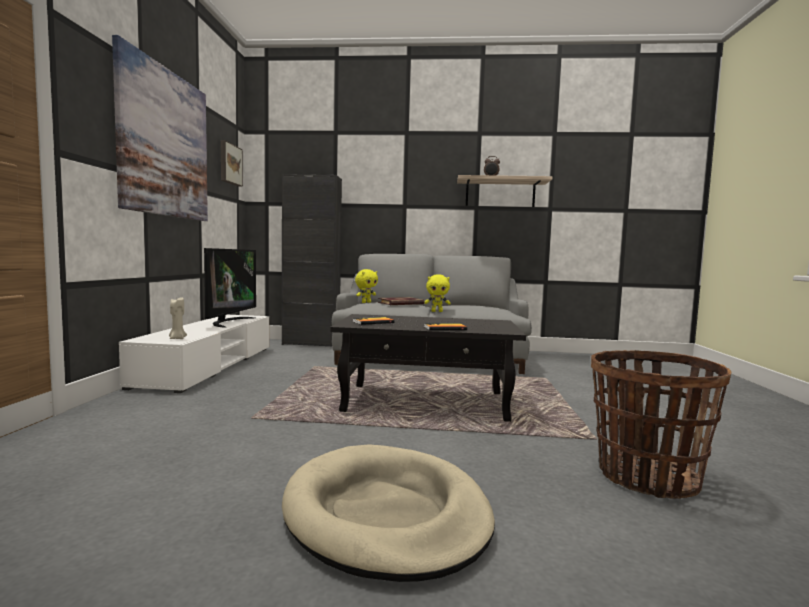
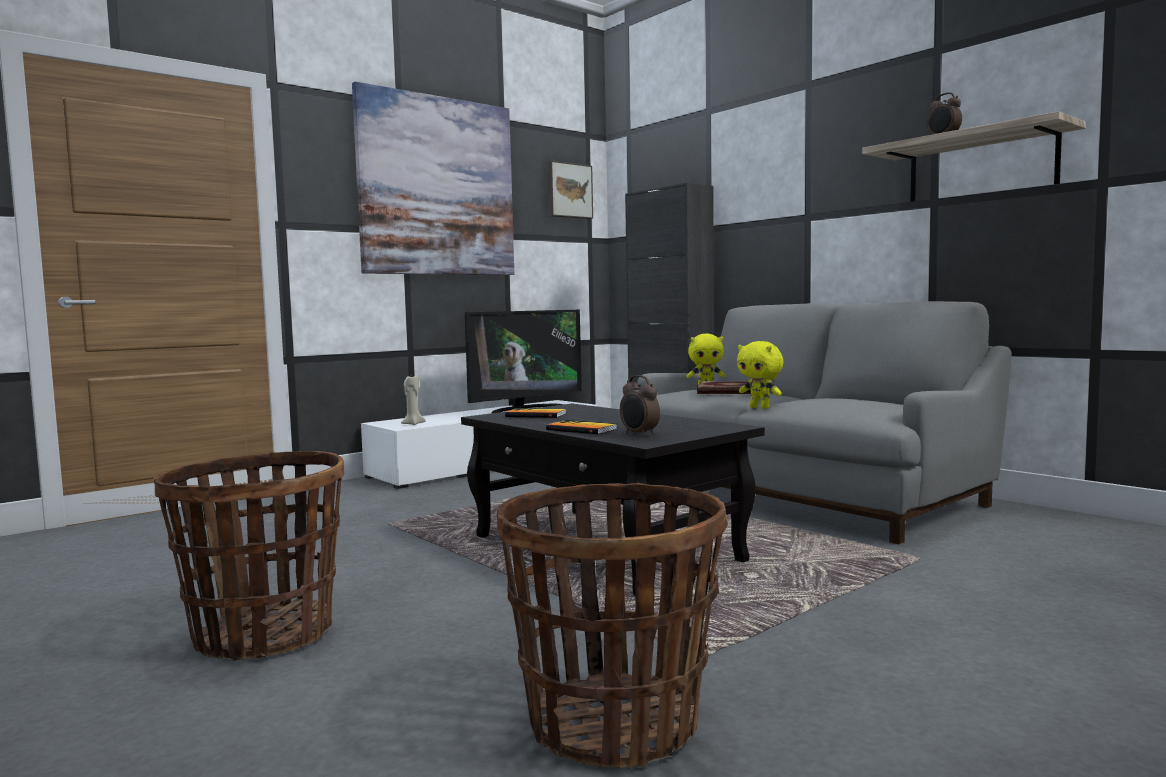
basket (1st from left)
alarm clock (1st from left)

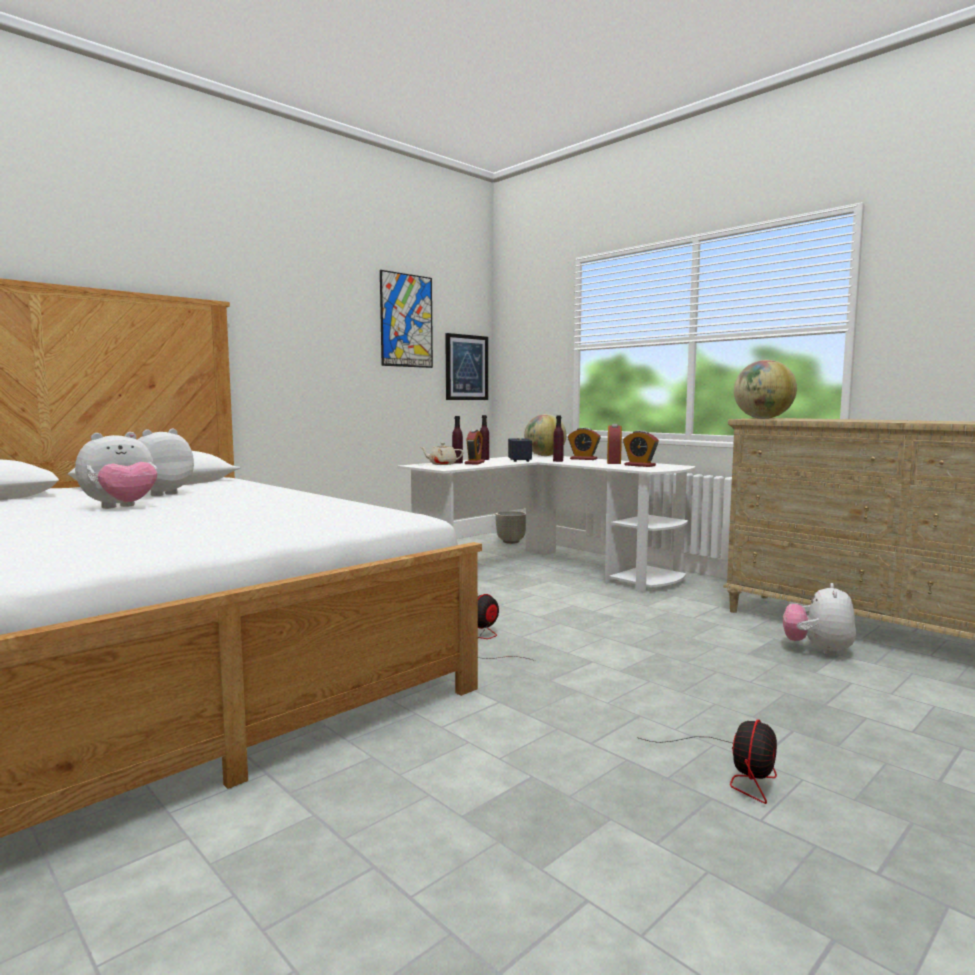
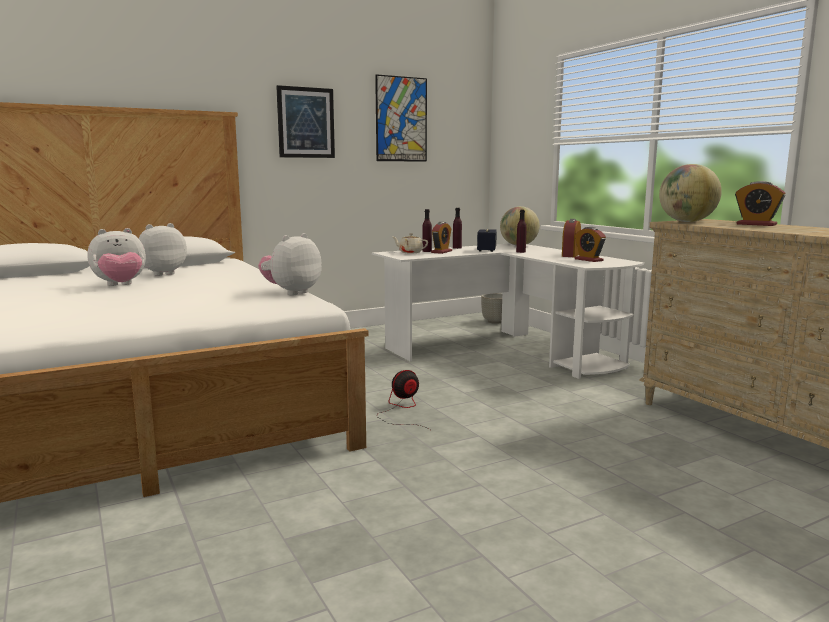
wall picture (1st from left)
alarm clock (4th from left)
soft toy (3rd from left)
fan (2nd from left in the first image)

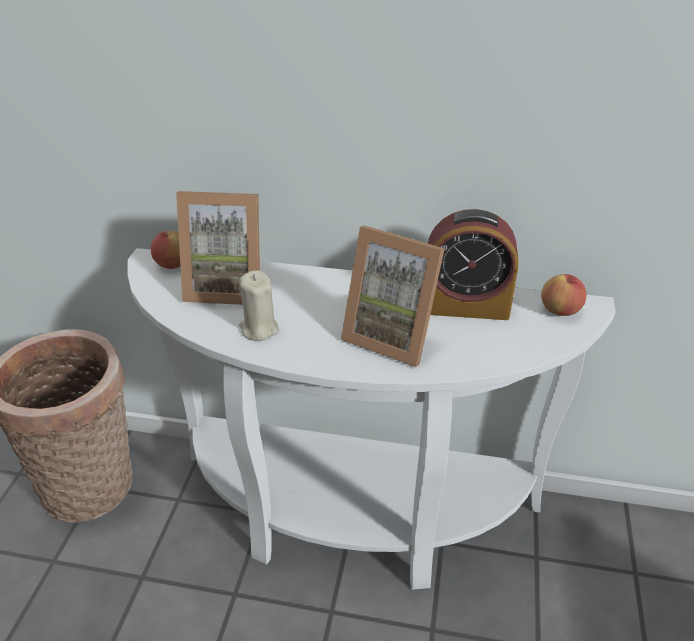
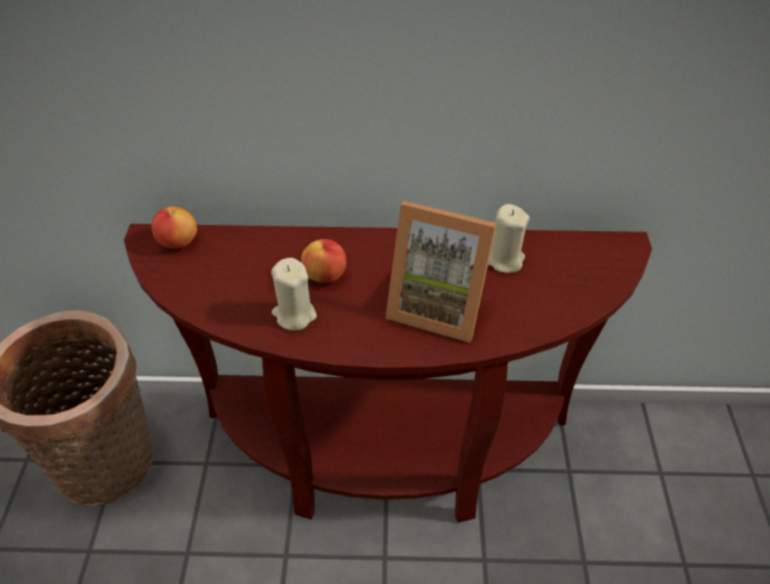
picture frame (1st from left in the first image)
wax candle/beige (2nd from left)
hall table/brown
apple (2nd from left)

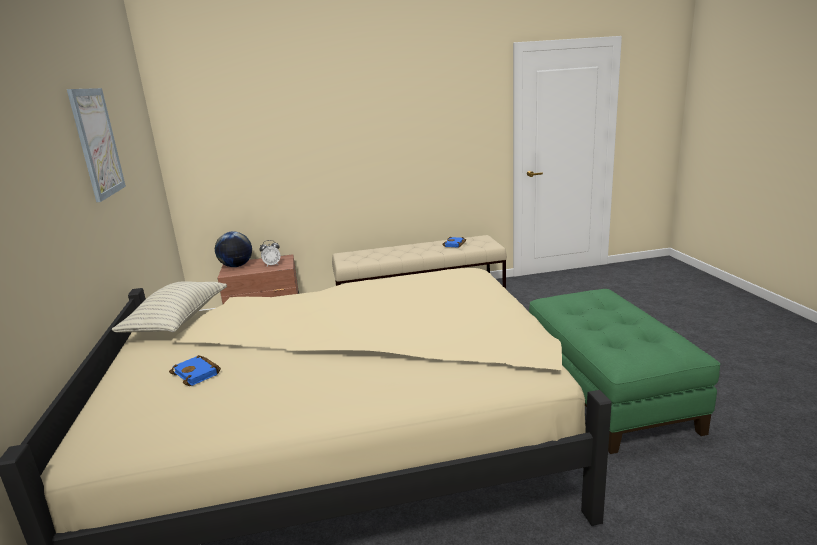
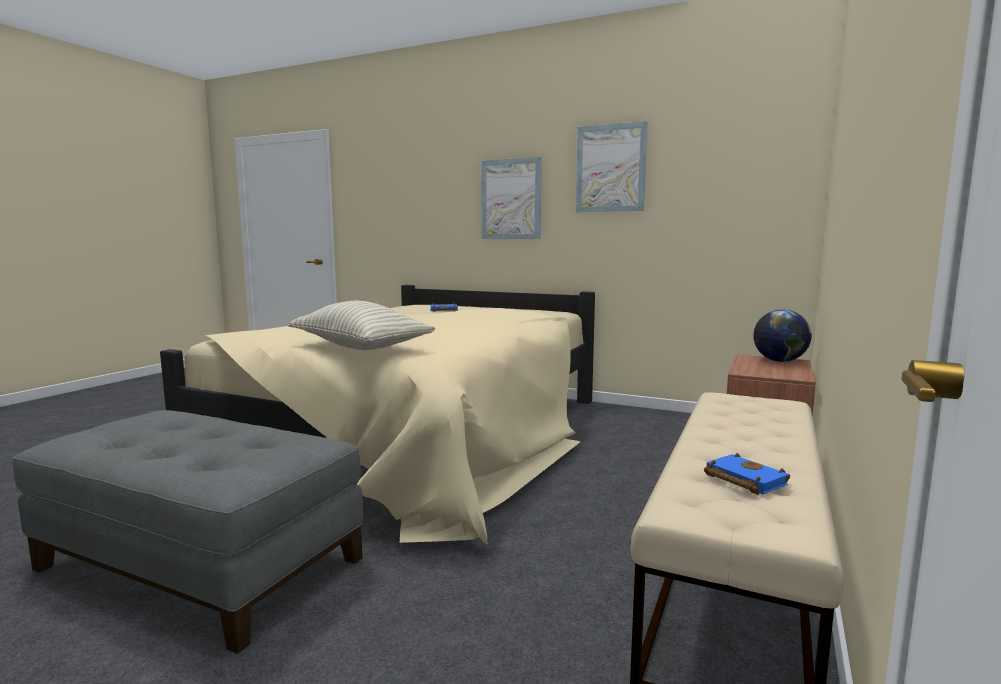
alarm clock
cushion
ottoman/grey
wall picture (1st from left)

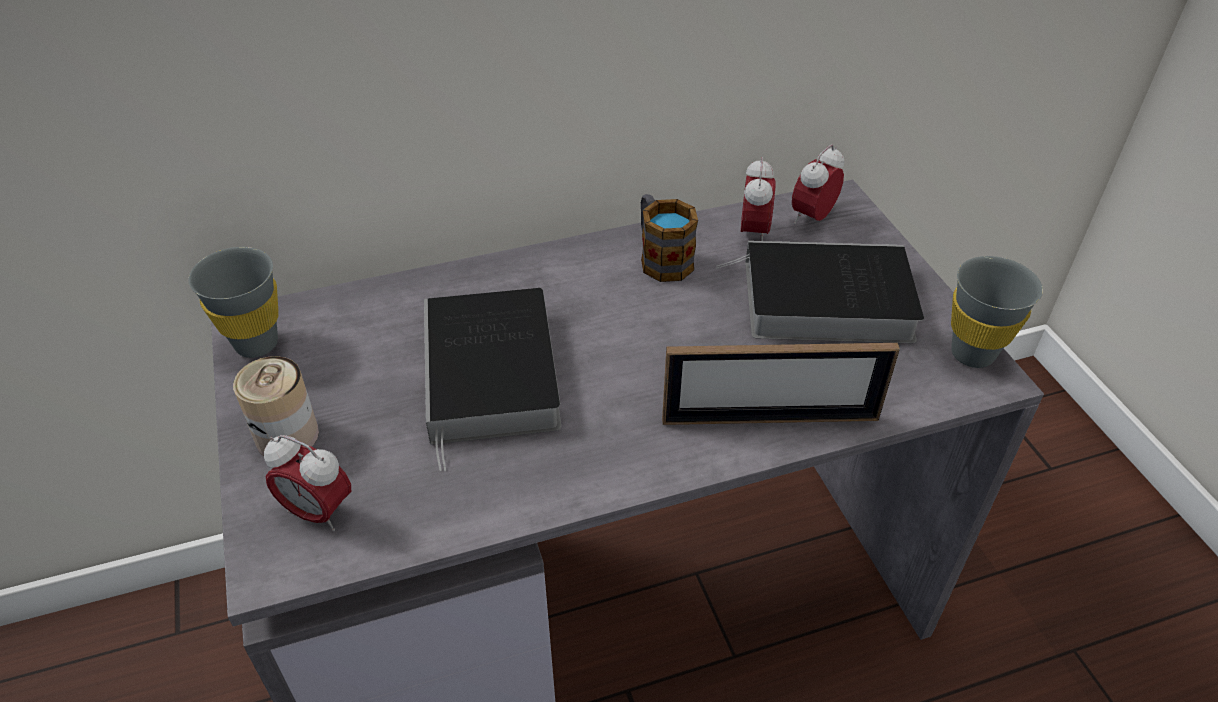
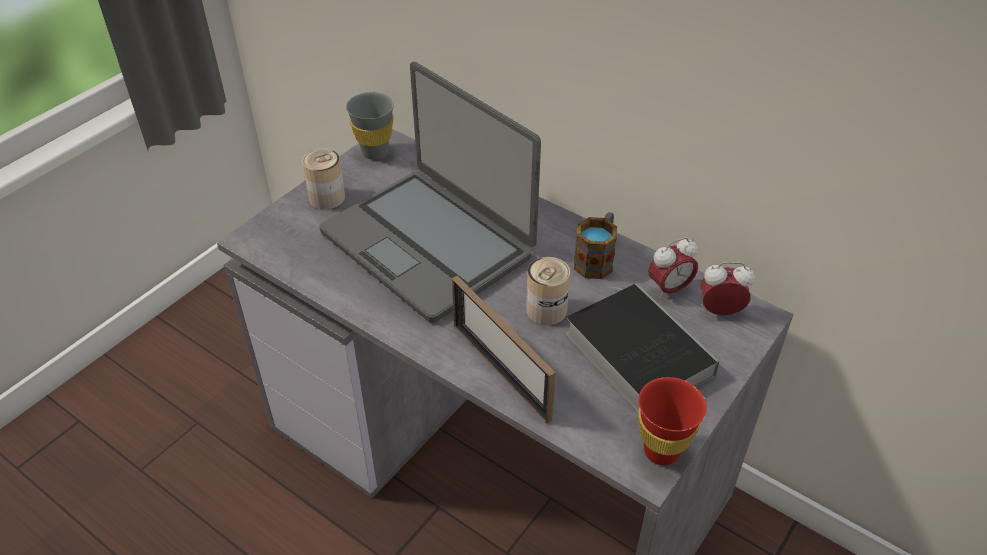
cup/reddish
portable computer
alarm clock (1st from left in the first image)
can (2nd from left)

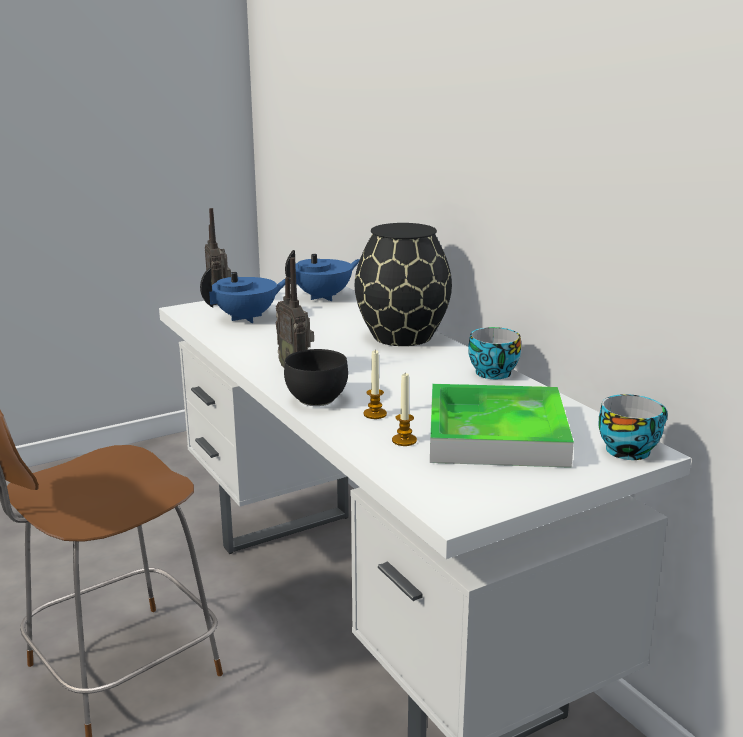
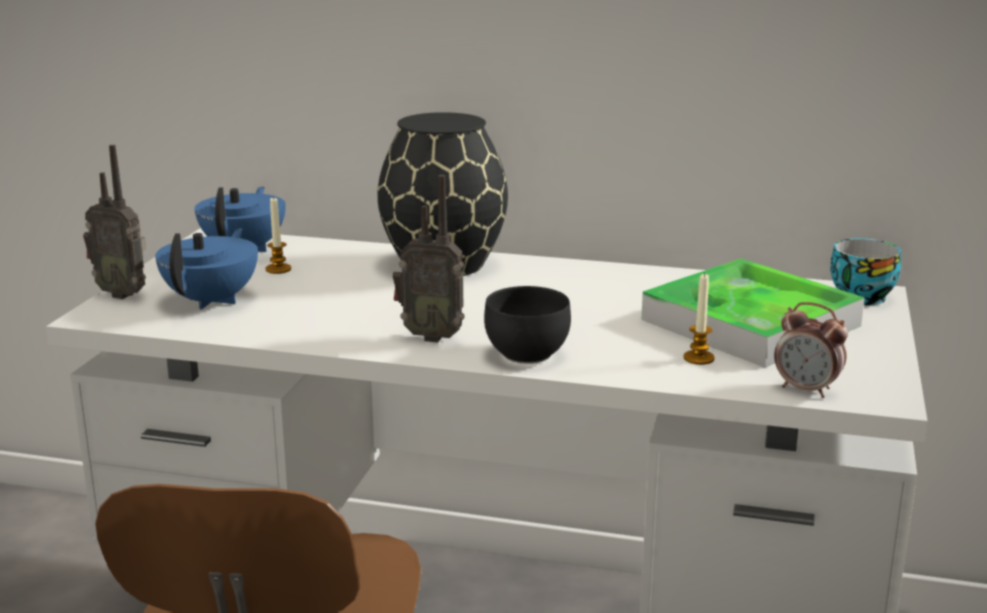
cup (1st from left in the first image)
wax candle (1st from left)
alarm clock

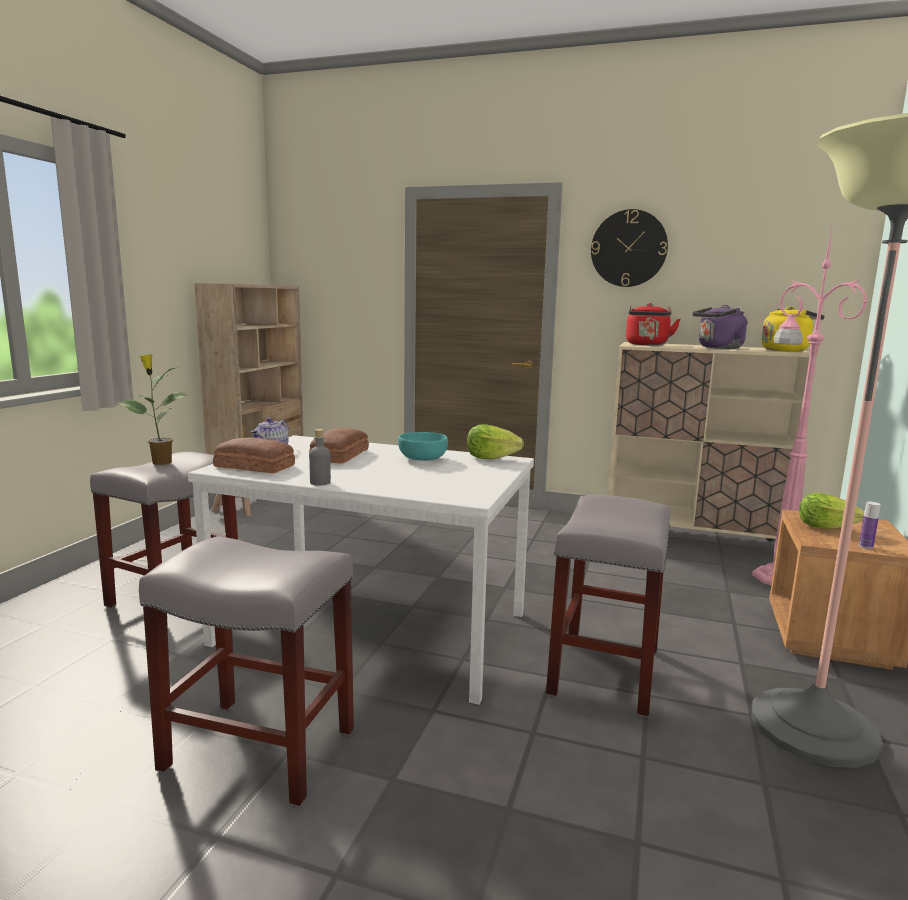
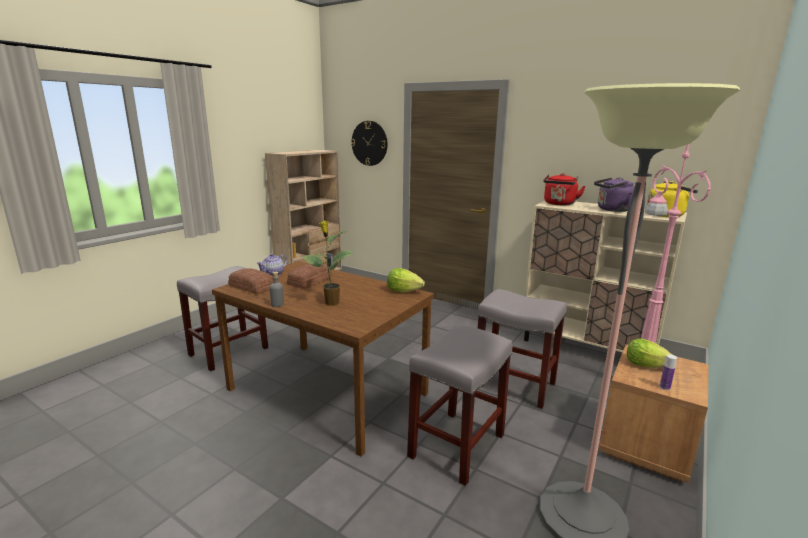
hanging clock
plant in a pot
deep dish/turquoise-coloured
dinner table/brown
sitting stool/grey (3rd from left)

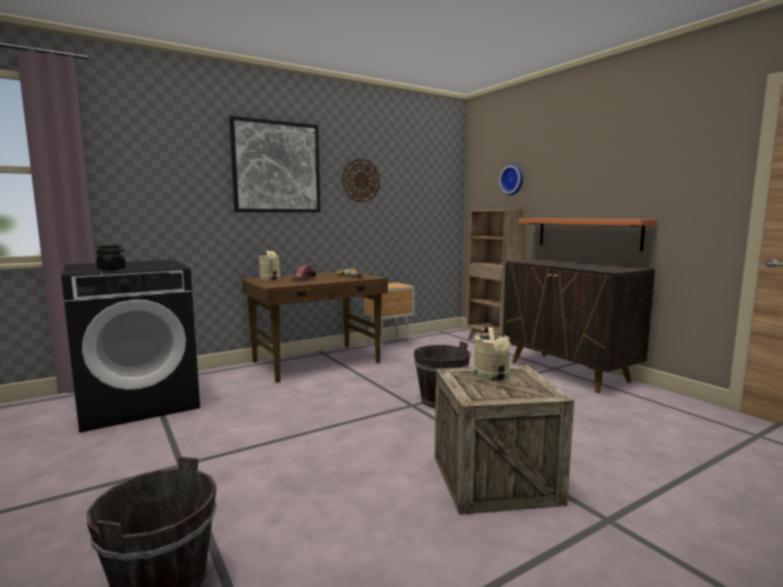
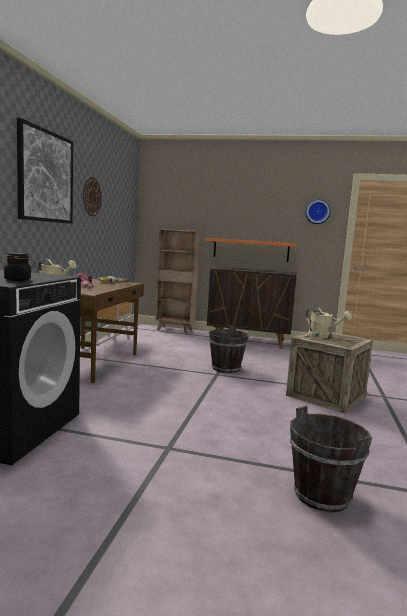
hanging clock (2nd from left)

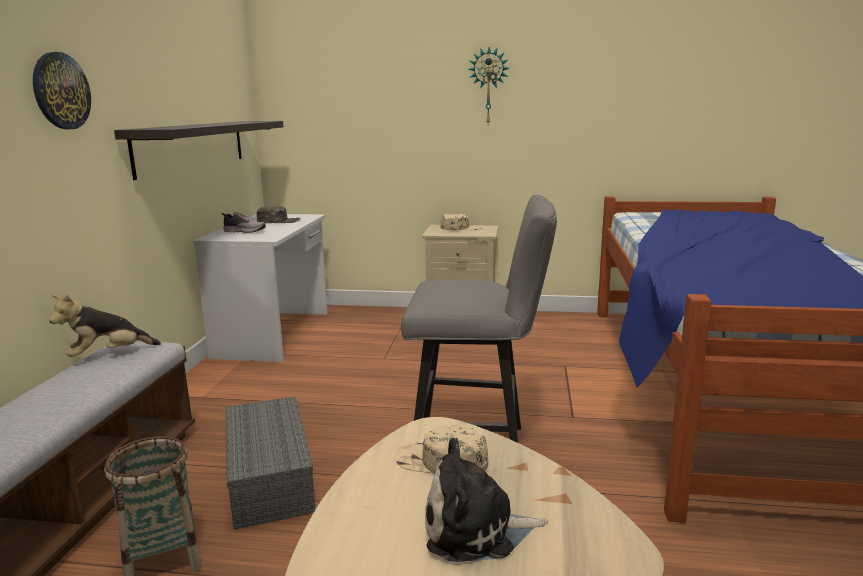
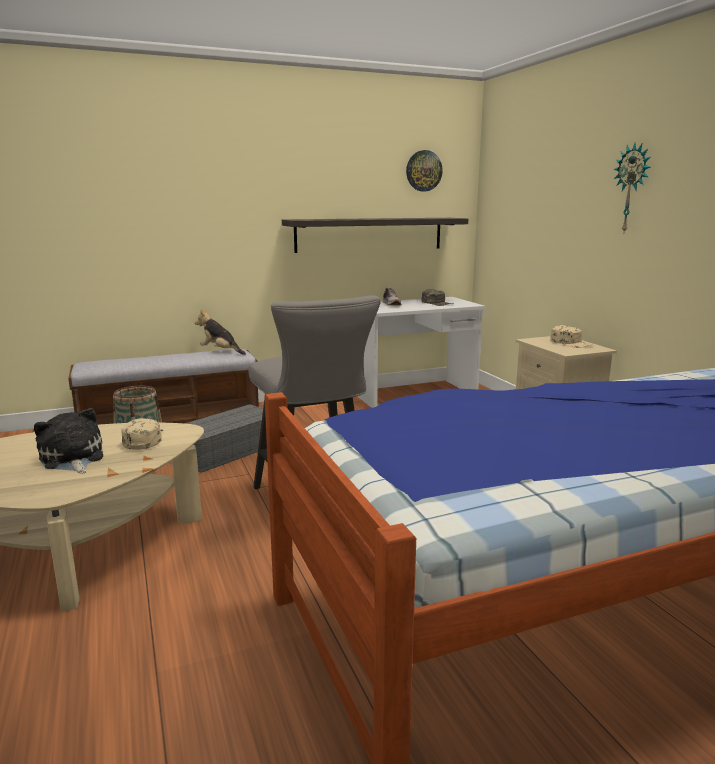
hanging clock (1st from left)

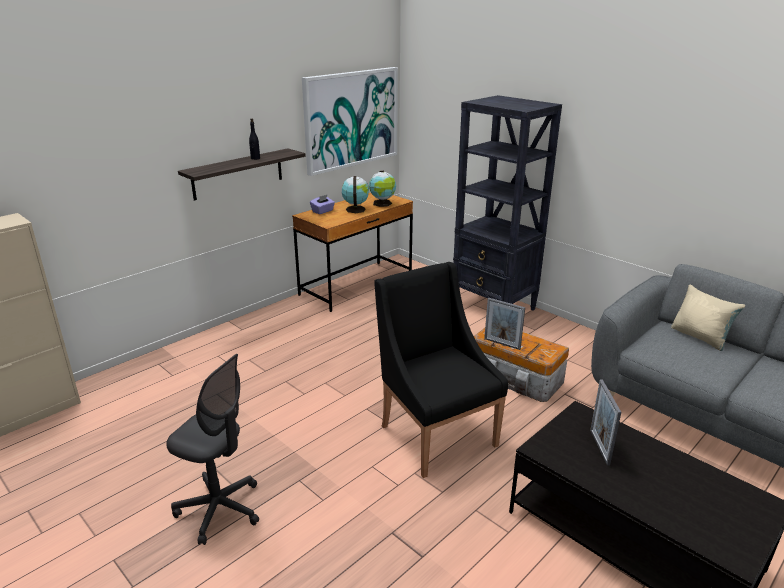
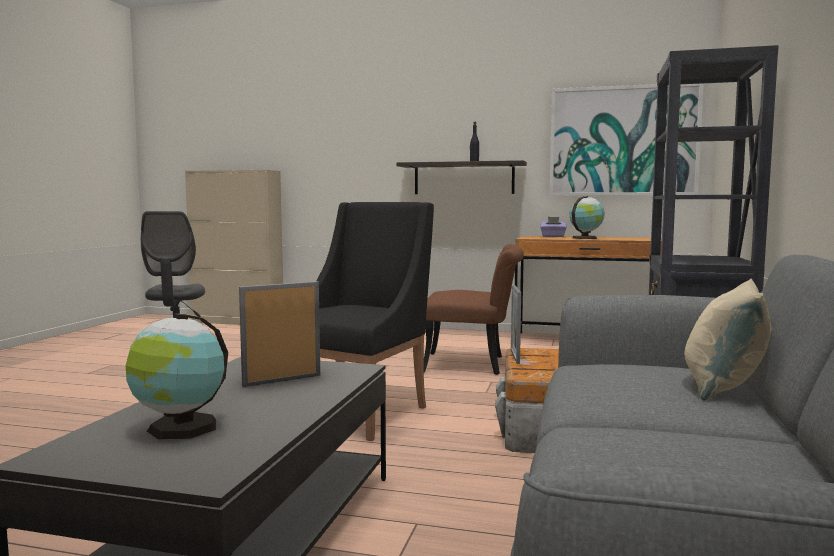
globe (1st from left)
plain chair/brown

